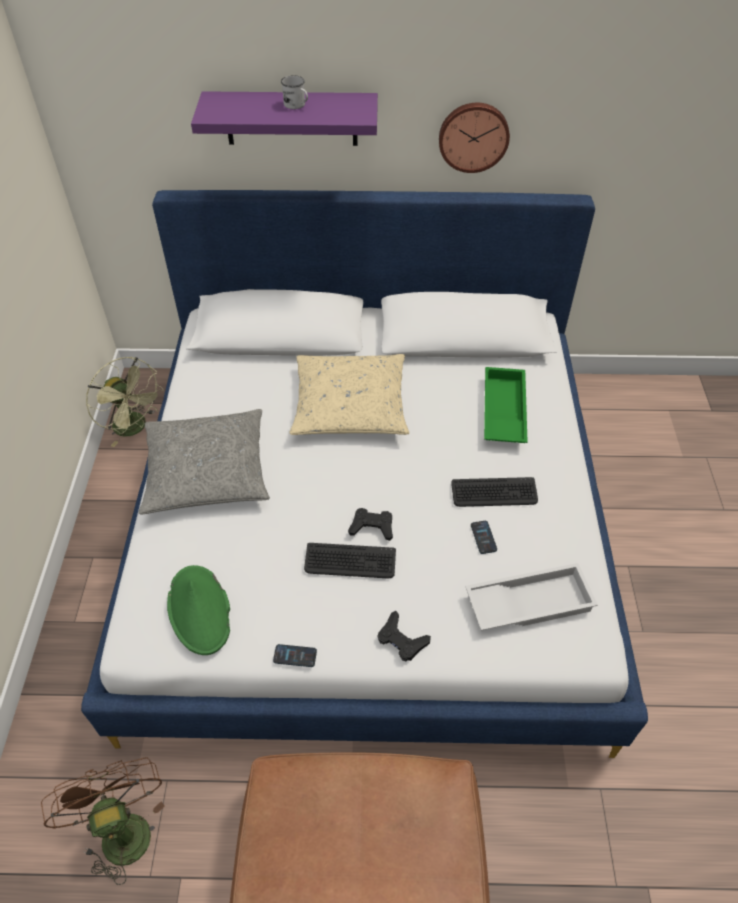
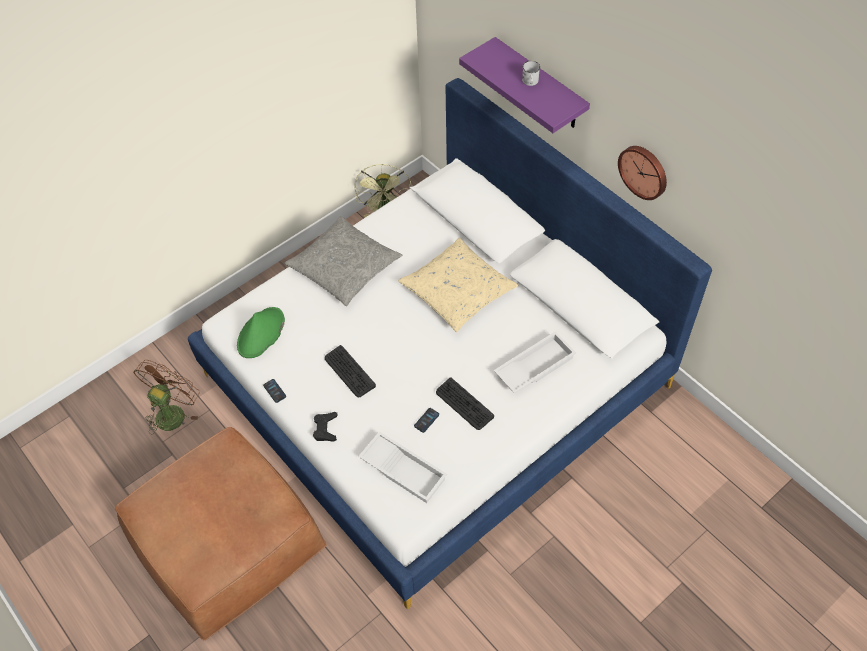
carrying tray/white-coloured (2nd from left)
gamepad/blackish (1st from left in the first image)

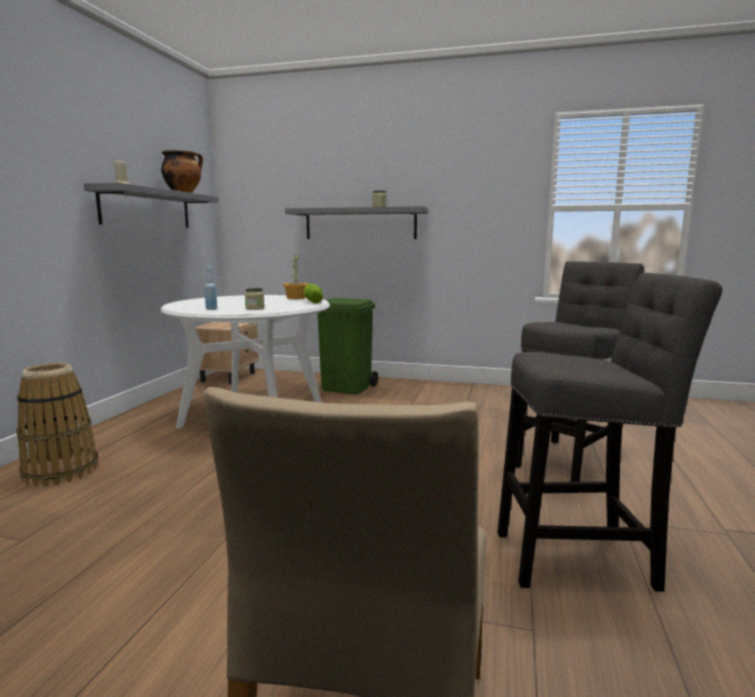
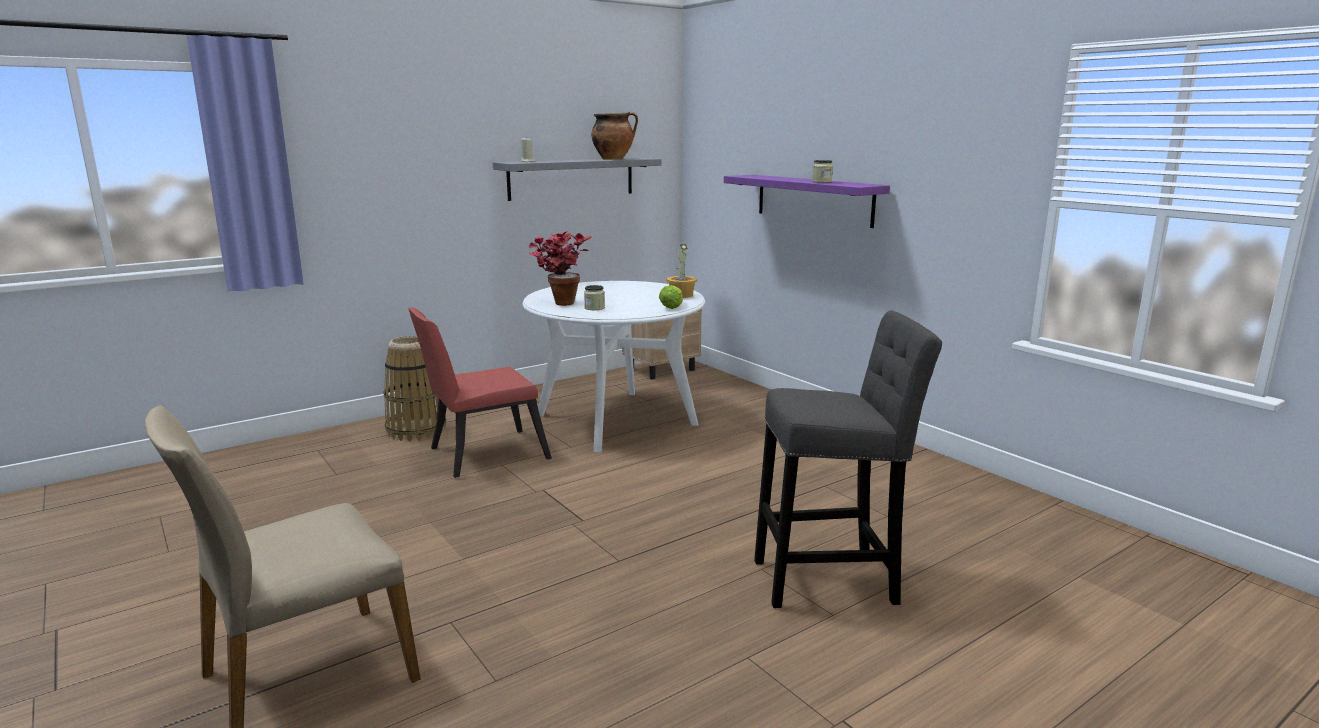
wall shelf/purple
plant in a pot (1st from left)
sitting stool/grey (2nd from left in the first image)
waste bin/green
plain chair/reddish

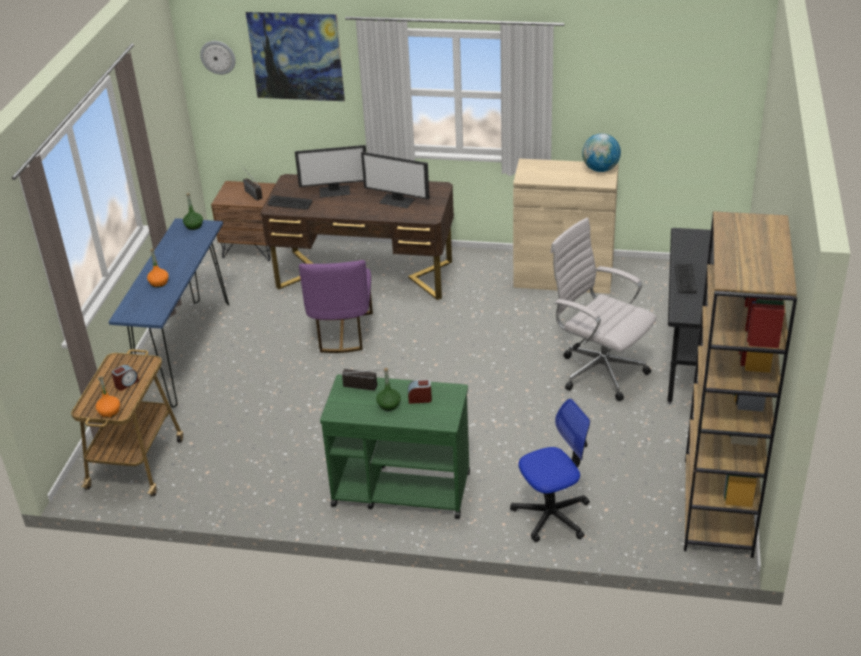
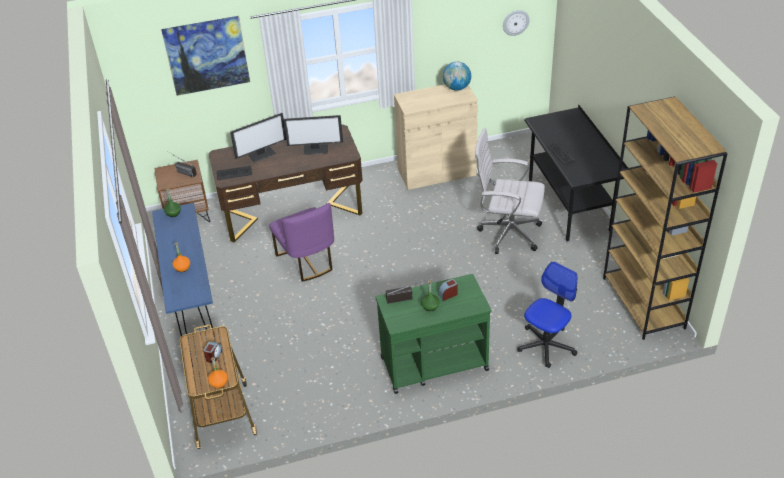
hanging clock

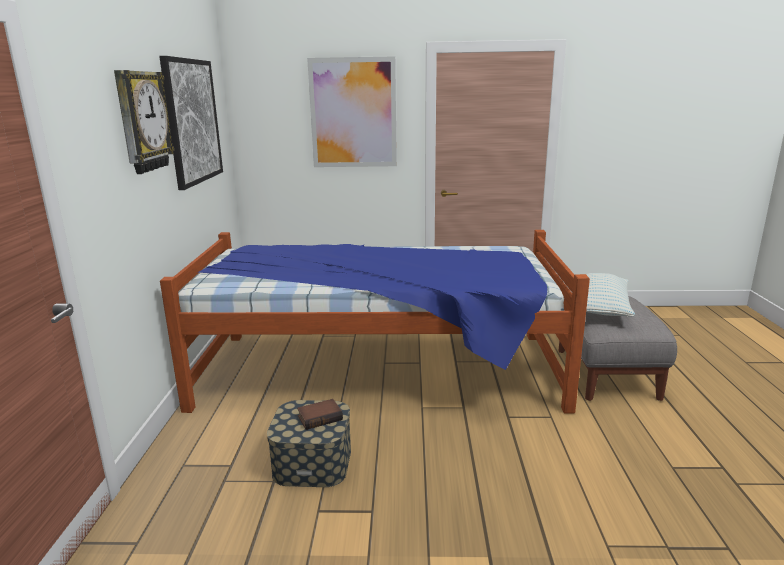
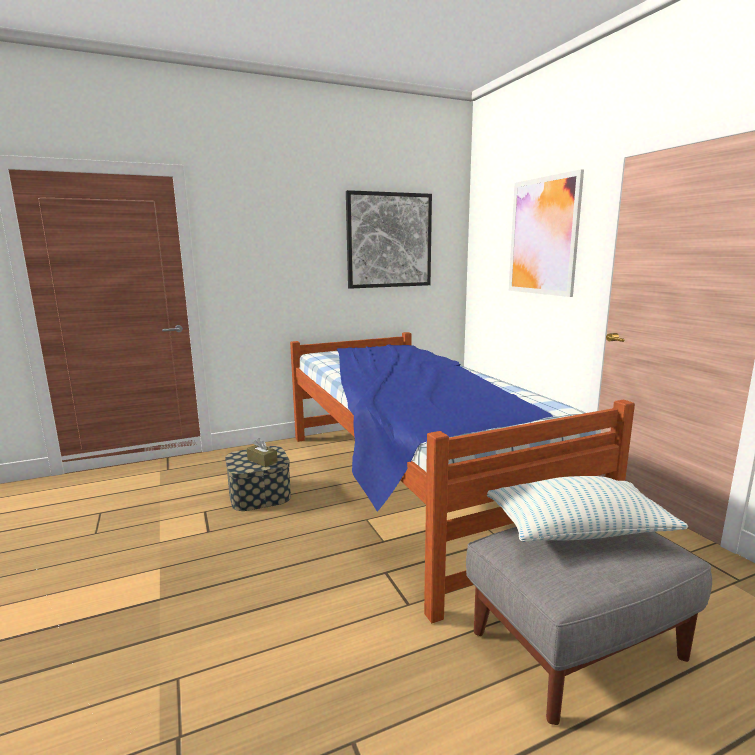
hanging clock
box of tissues/brown

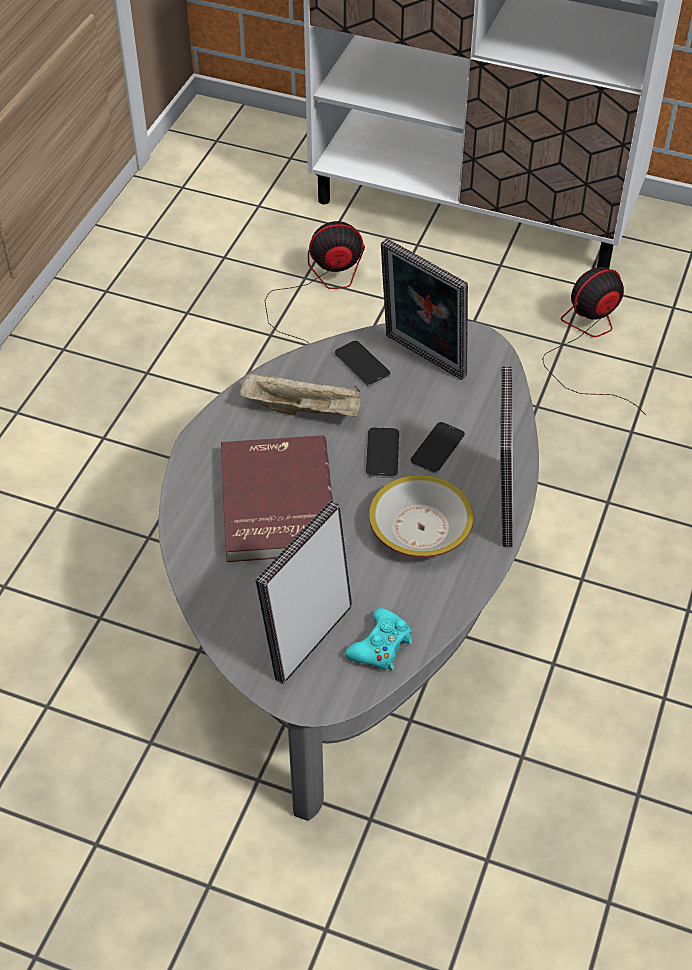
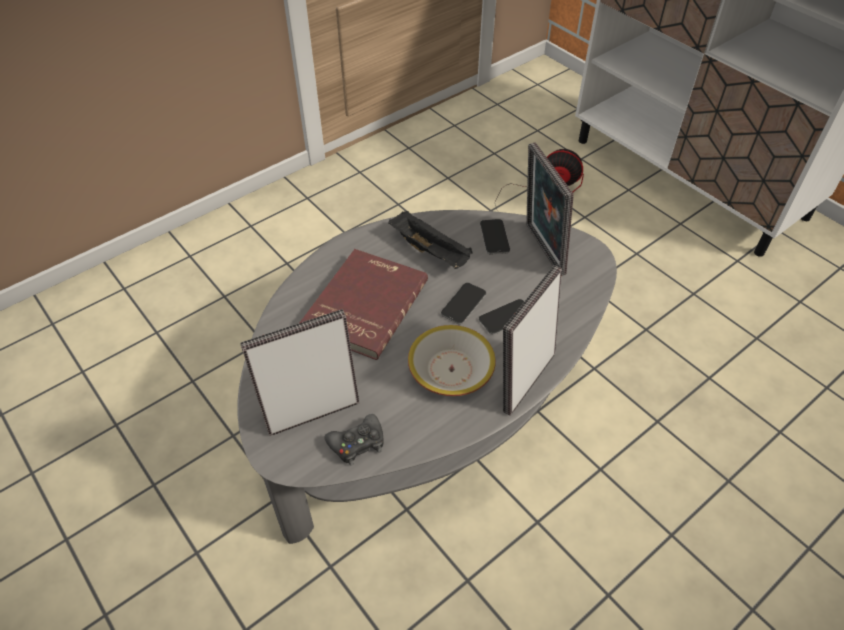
fan (2nd from left in the first image)
carrying tray/blackish
gamepad/blackish

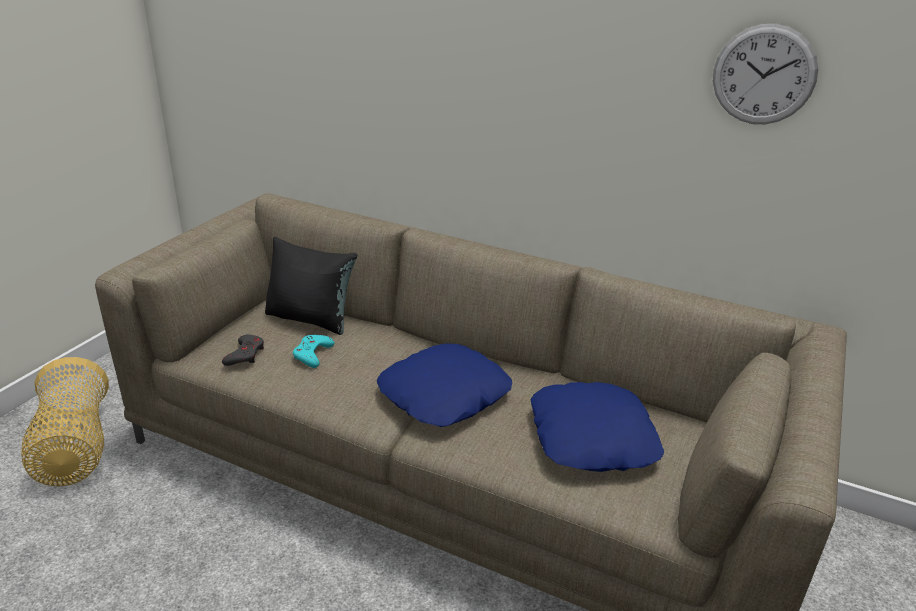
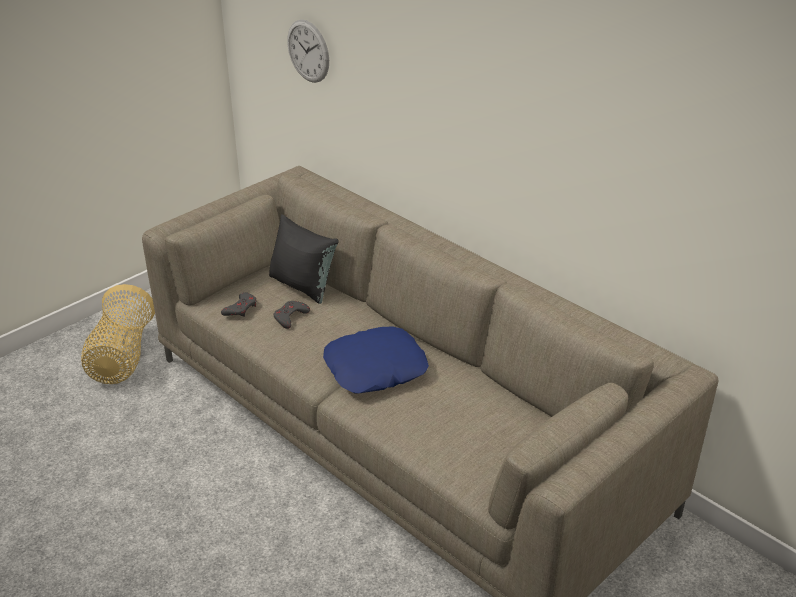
hanging clock
gamepad/grey (2nd from left)
cushion/blue-coloured (2nd from left in the first image)

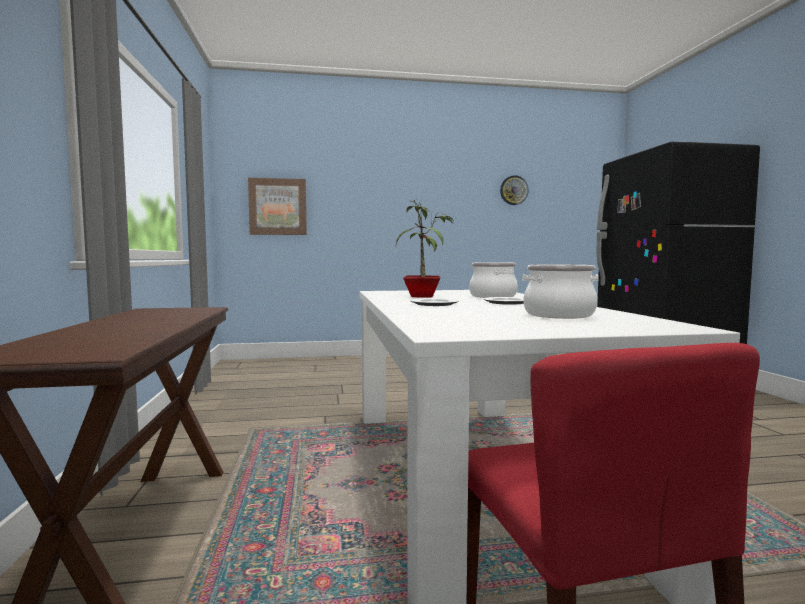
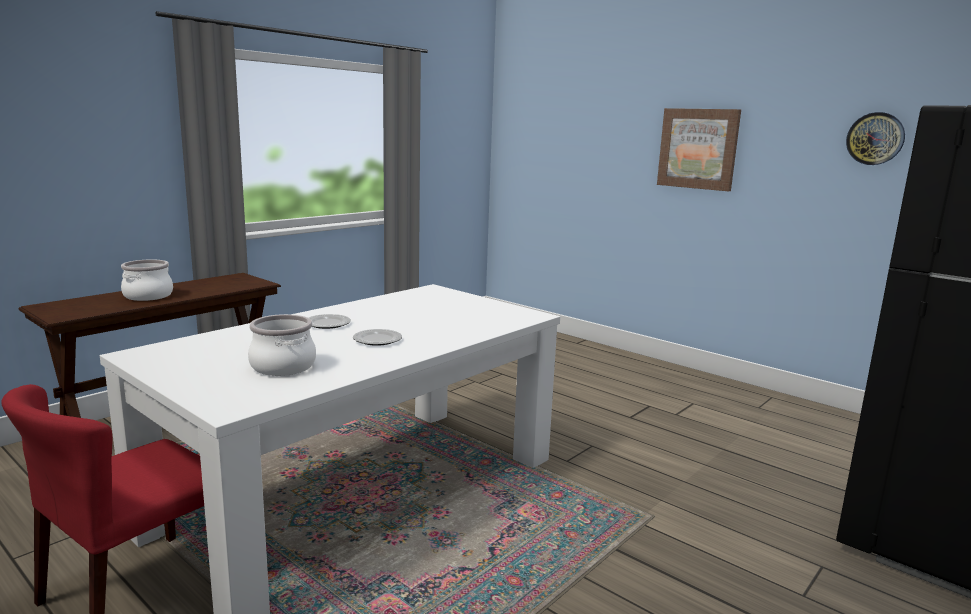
wall picture
plant in a pot
cooking pot (1st from left)

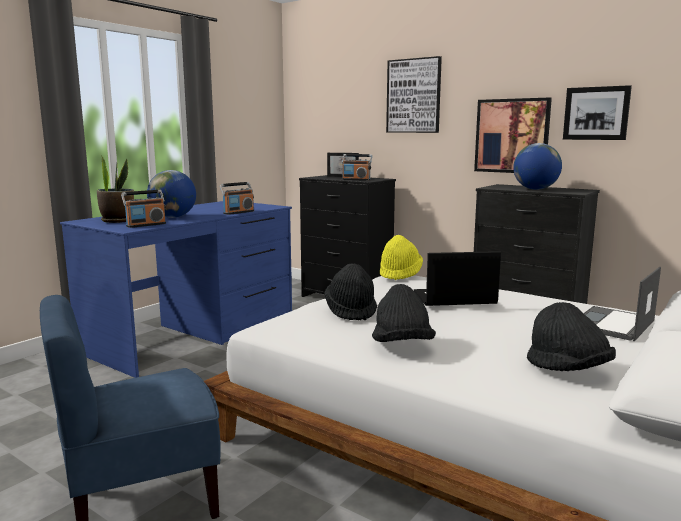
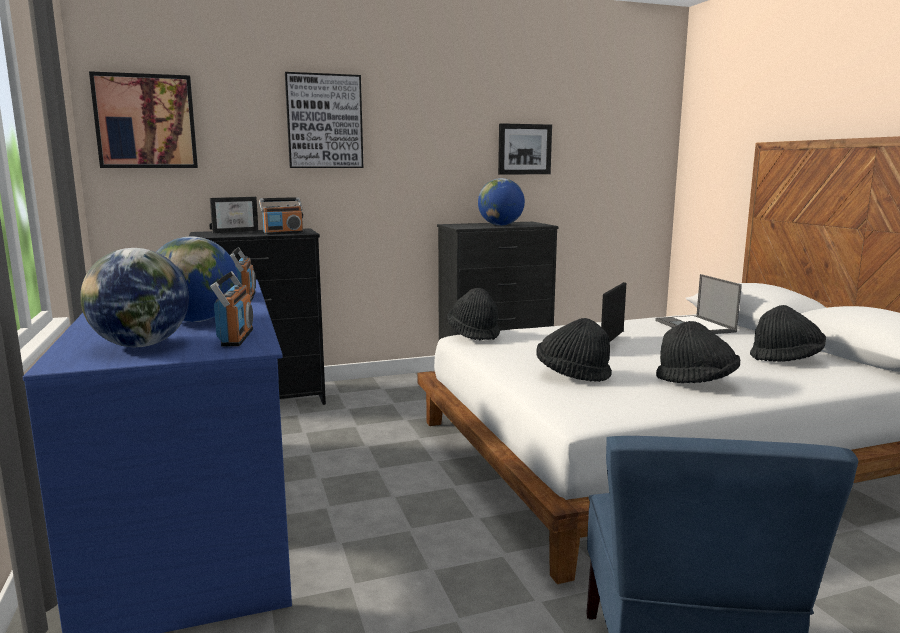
wall picture (1st from left)
globe (1st from left)
hat/blackish (1st from left)

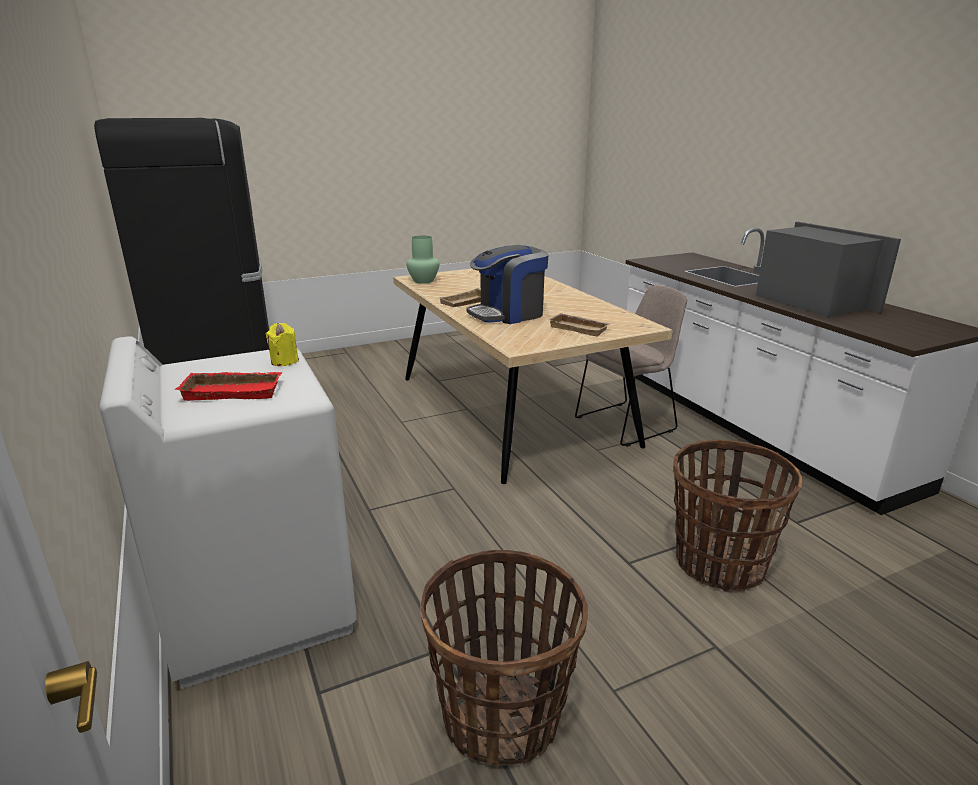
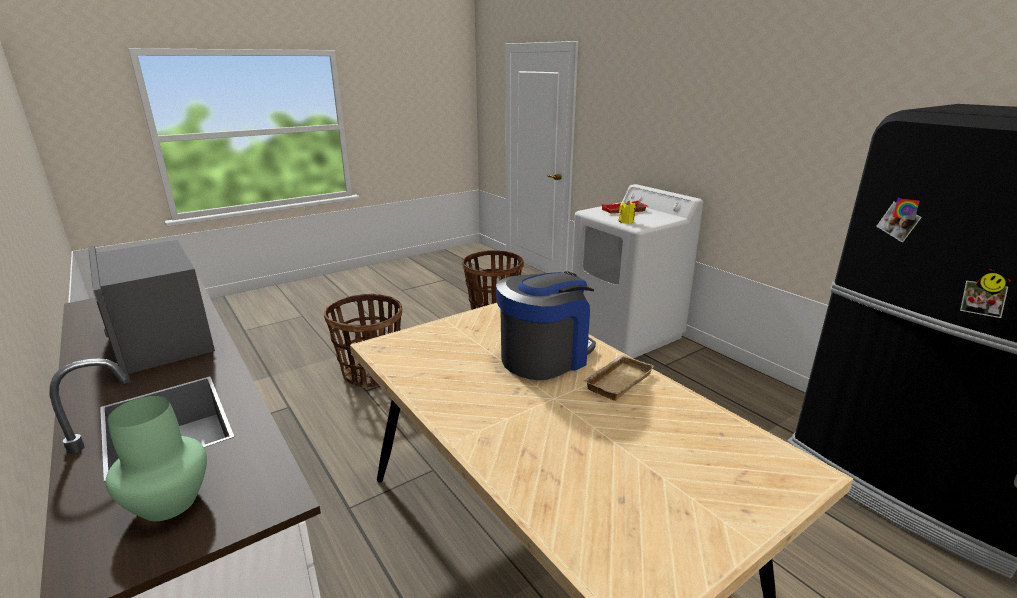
decorative vase/green
plain chair/beige
carrying tray/beige (2nd from left in the first image)

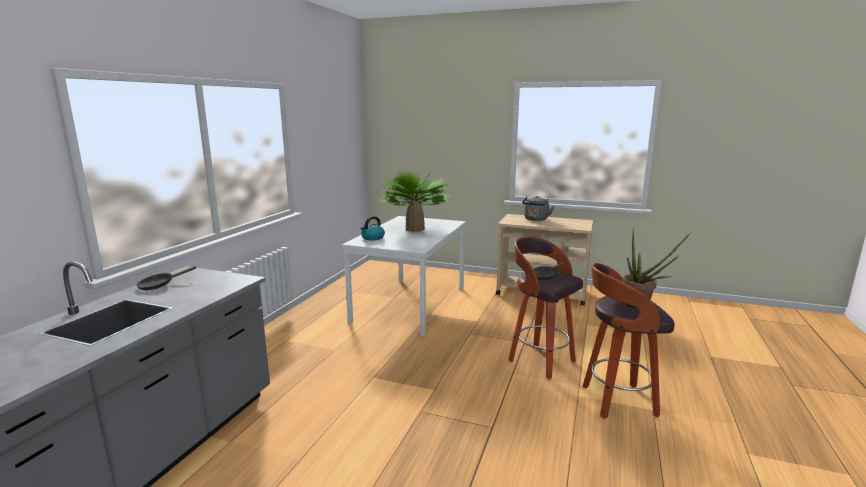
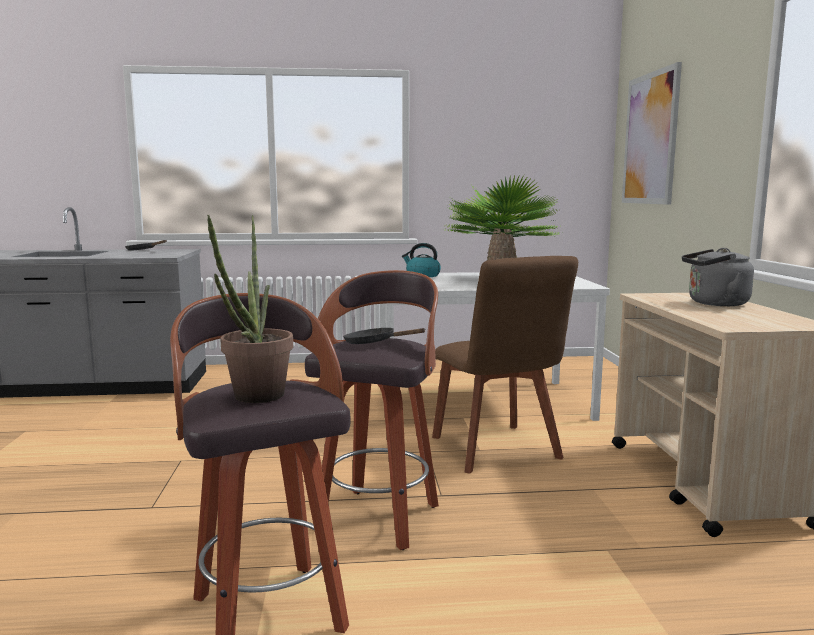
wall picture
plain chair/brown

